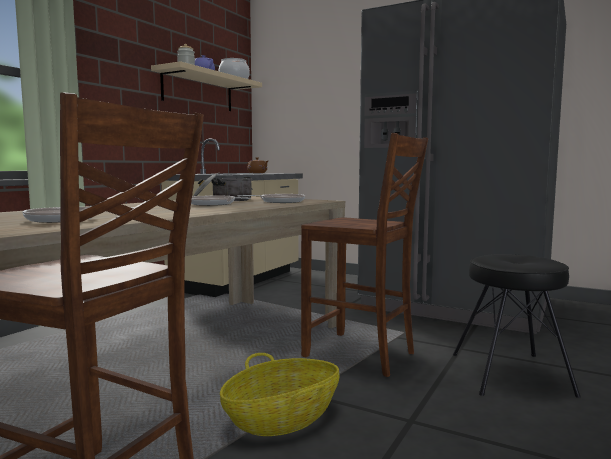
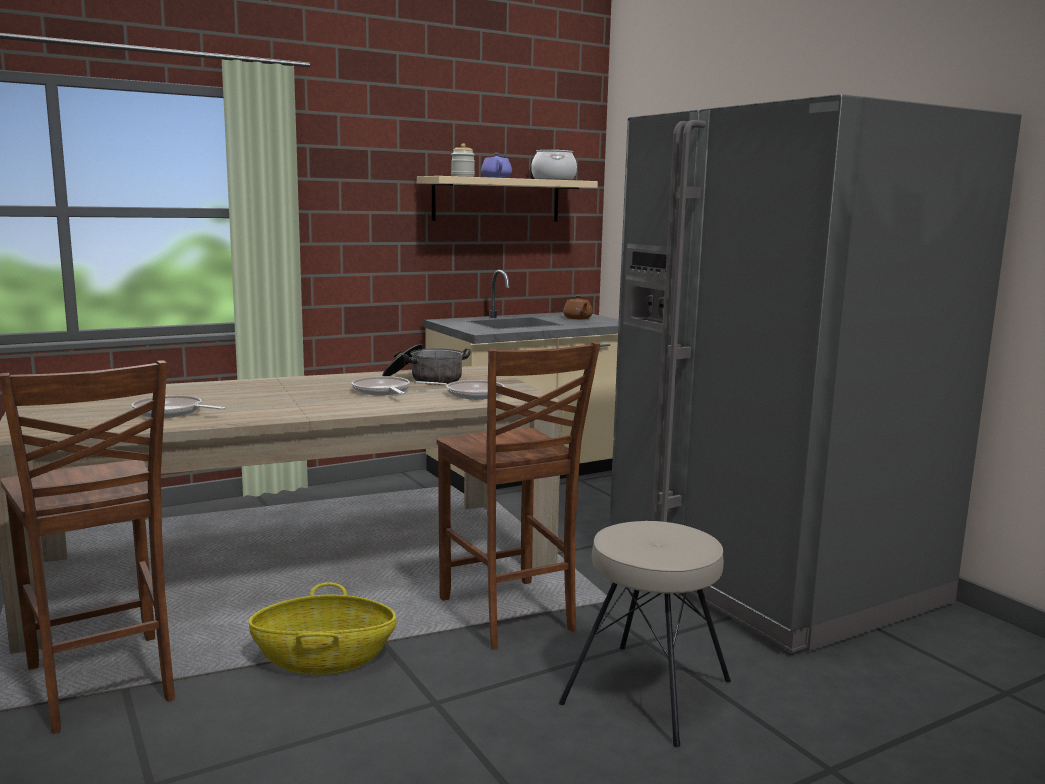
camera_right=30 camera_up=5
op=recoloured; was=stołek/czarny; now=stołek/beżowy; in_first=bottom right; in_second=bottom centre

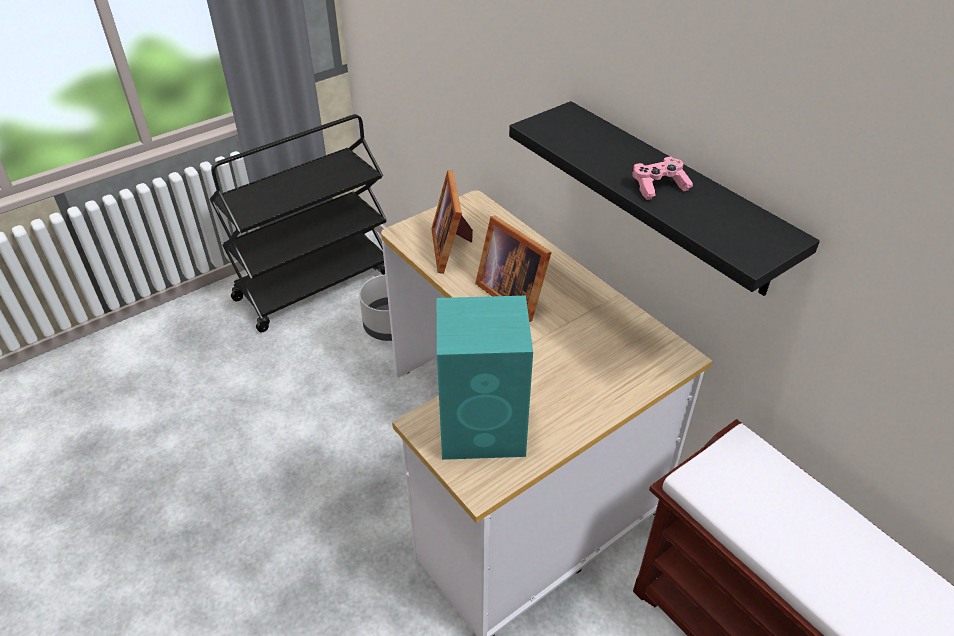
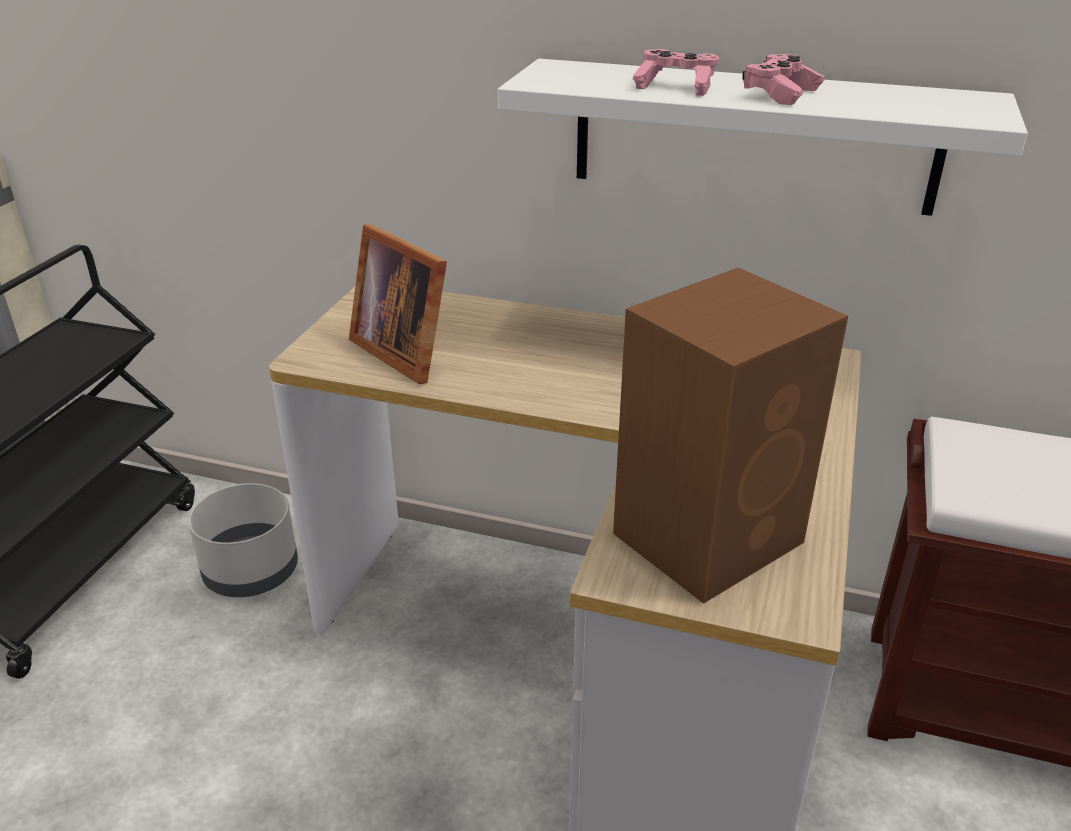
camera_right=-35 camera_up=-10
op=recoloured; was=półka/czarny; now=półka/biały; in_first=top right; in_second=top right
op=recoloured; was=głośnik/turkusowy; now=głośnik/brązowy; in_first=centre; in_second=middle right
op=added; now=pad do gier/różowy (1st from left); in_second=top centre
op=removed; was=ramka na zdjęcie (2nd from left); in_first=centre

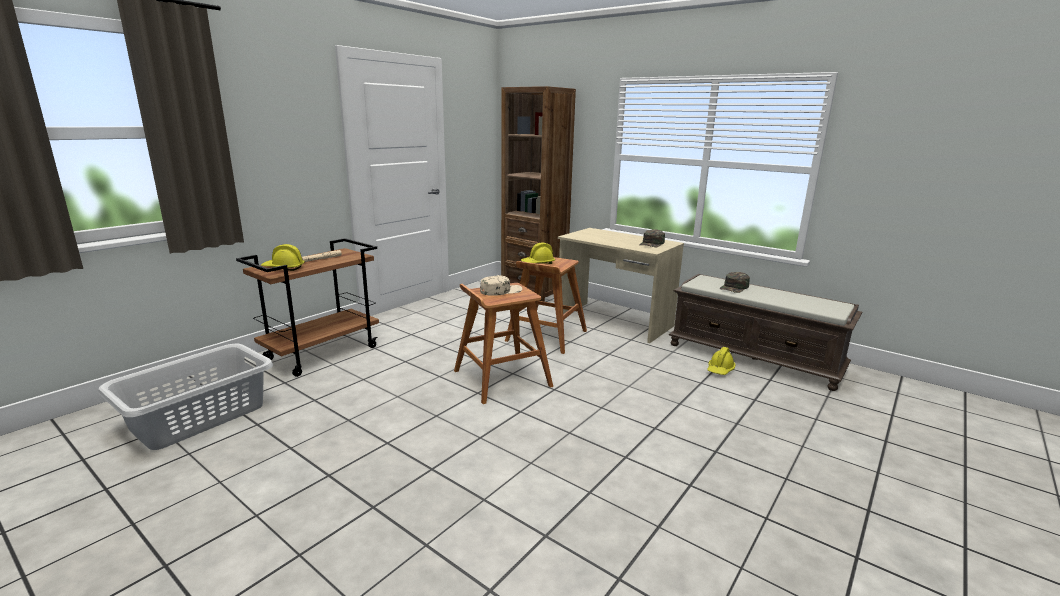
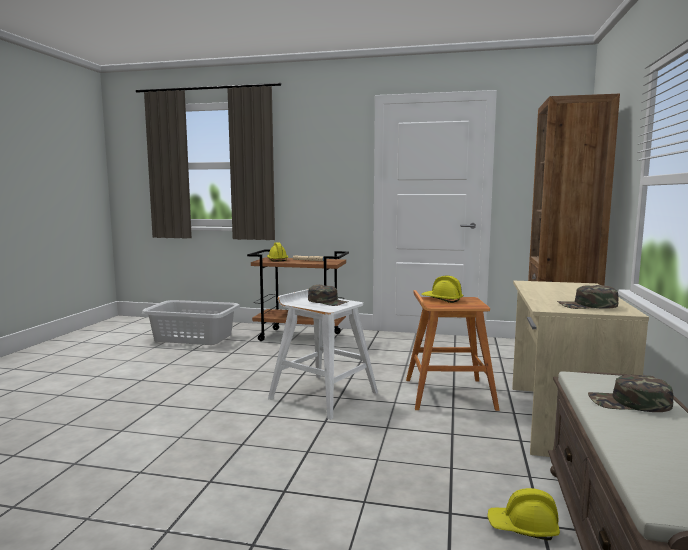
camera_right=65 camera_up=-10
op=recoloured; was=stołek/brązowy (1st from left); now=stołek/biały; in_first=centre; in_second=centre
op=recoloured; was=czapka z daszkiem/beżowy; now=czapka z daszkiem/zielony (1st from left); in_first=centre; in_second=centre

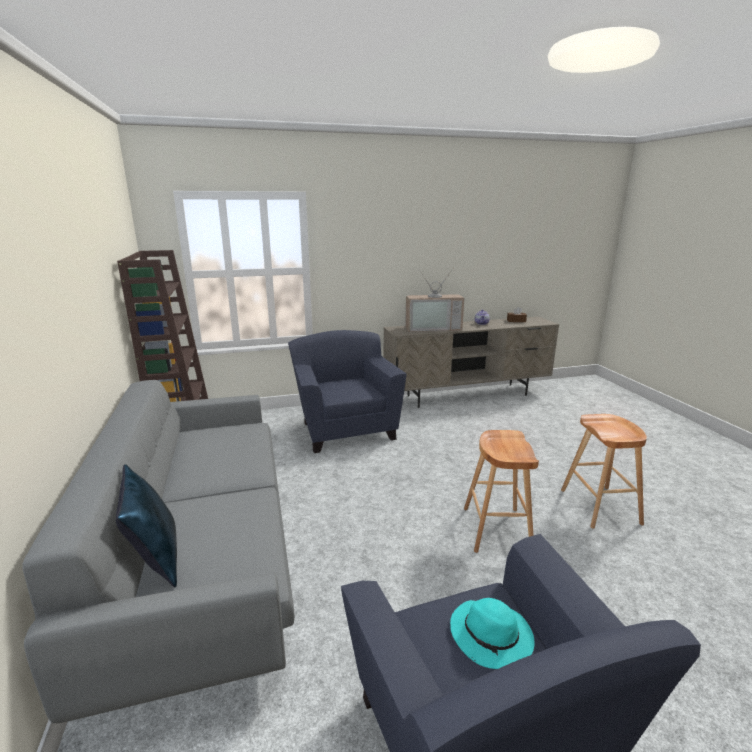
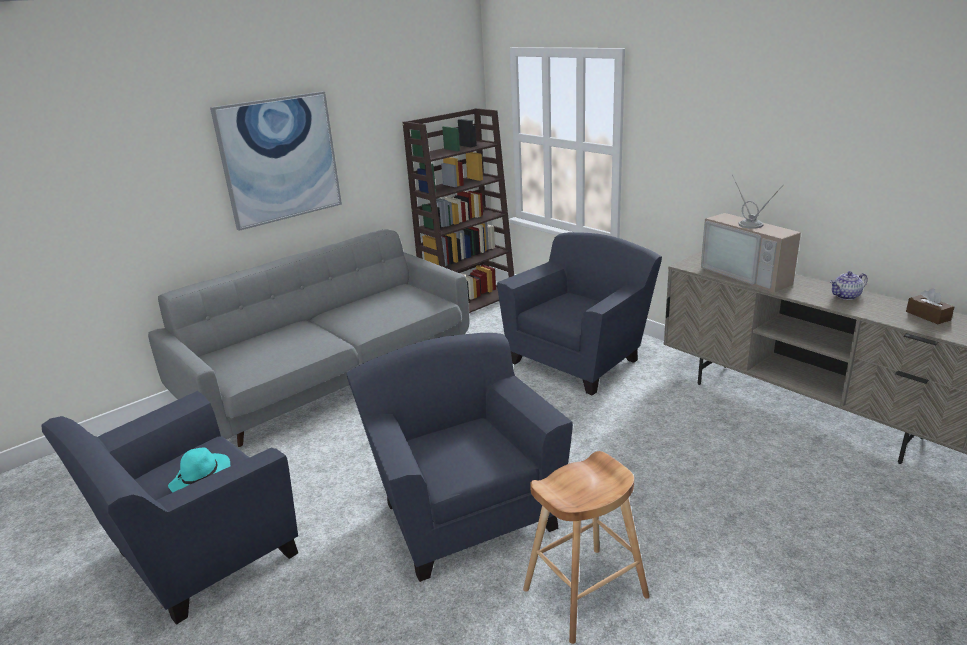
camera_right=65 camera_up=5
op=added; now=obraz; in_second=top left
op=replaced; was=stołek/brązowy (1st from left); now=fotel/niebieski (2nd from left); in_first=centre; in_second=bottom centre
op=removed; was=poduszka/niebieski; in_first=bottom left

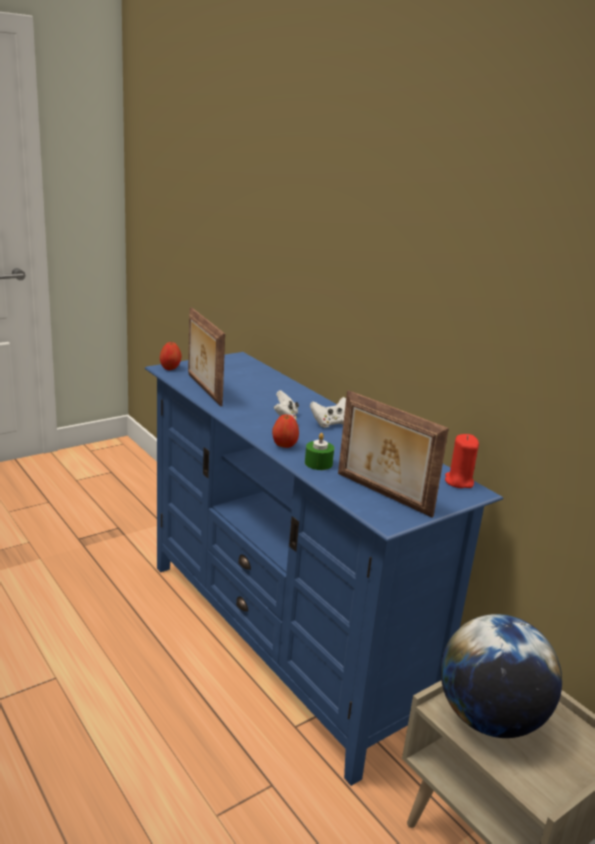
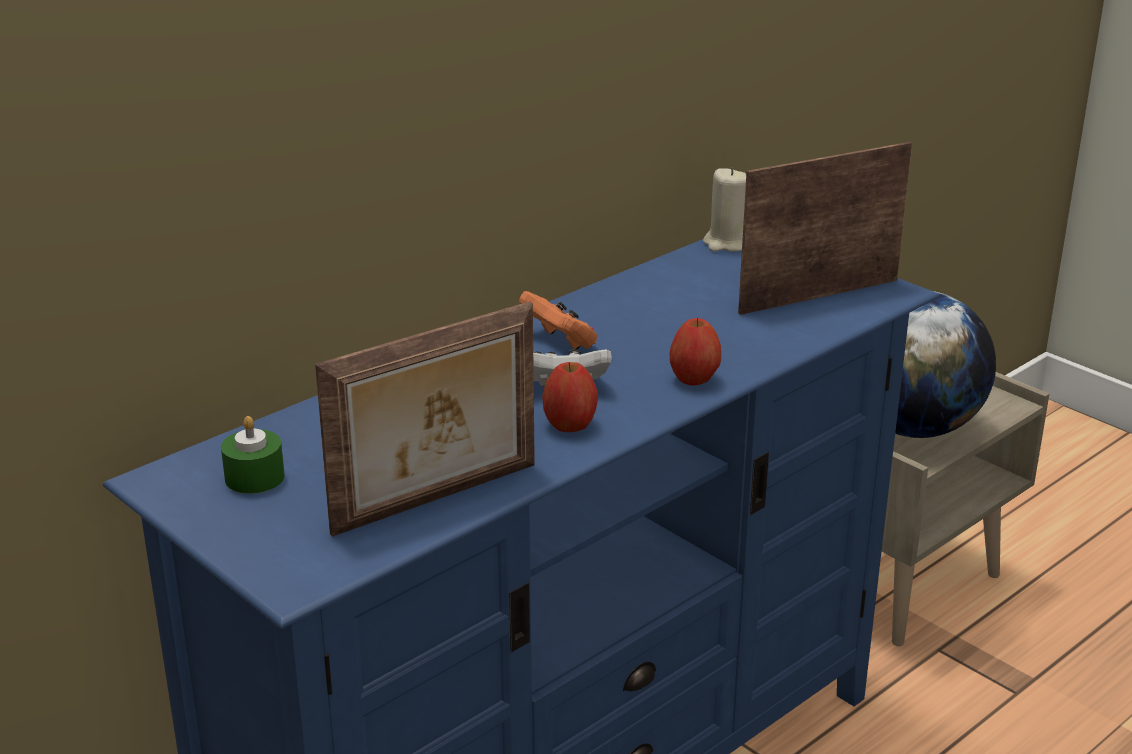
camera_right=-95 camera_up=5
op=moved; was=świeca/zielony; in_first=centre; in_second=middle left
op=recoloured; was=pad do gier/biały (2nd from left); now=pad do gier/pomarańczowy; in_first=centre; in_second=centre
op=moved; was=jabłko (1st from left); in_first=middle left; in_second=centre
op=recoloured; was=świeca/czerwony; now=świeca/beżowy; in_first=middle right; in_second=top centre
op=turned; was=ramka na zdjęcie (2nd from left); in_first=centre; in_second=top right; clockwise=-150

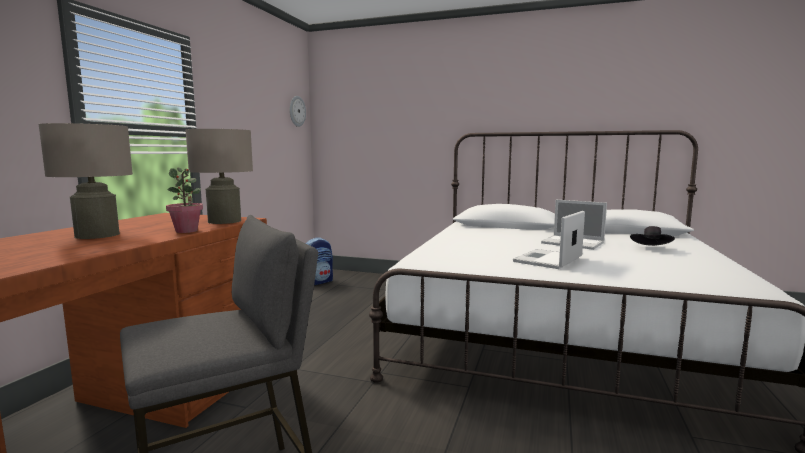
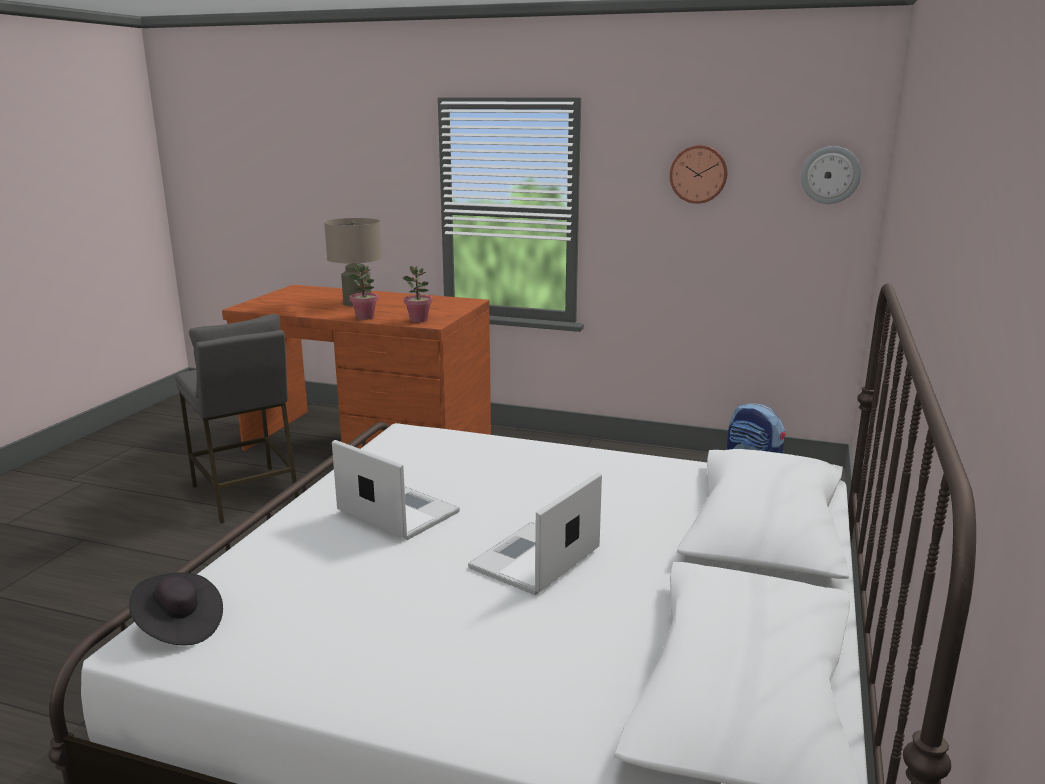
camera_right=90 camera_up=10
op=moved; was=kapelusz/czarny; in_first=middle right; in_second=bottom left
op=replaced; was=lampa stołowa/beżowy (2nd from left); now=roślina doniczkowa (2nd from left); in_first=middle left; in_second=centre
op=added; now=zegar ścienny (1st from left); in_second=top right

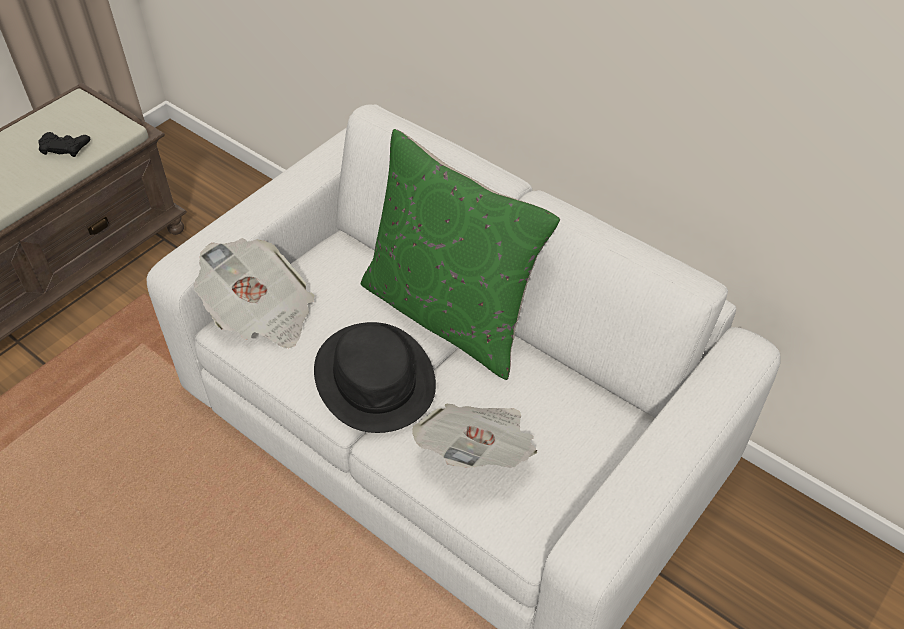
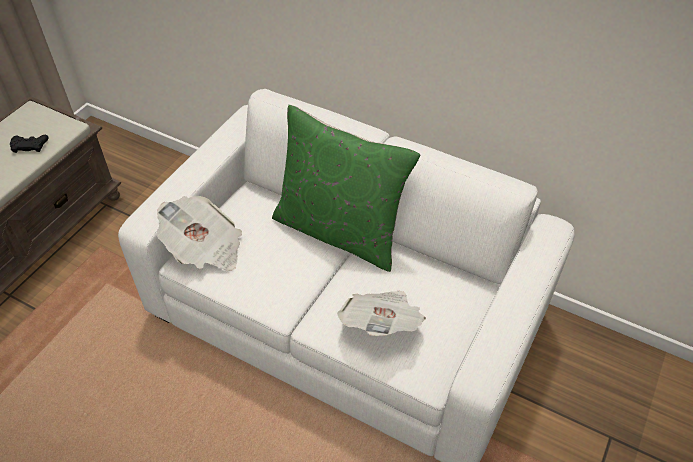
camera_right=-10 camera_up=0
op=removed; was=kapelusz/czarny; in_first=centre

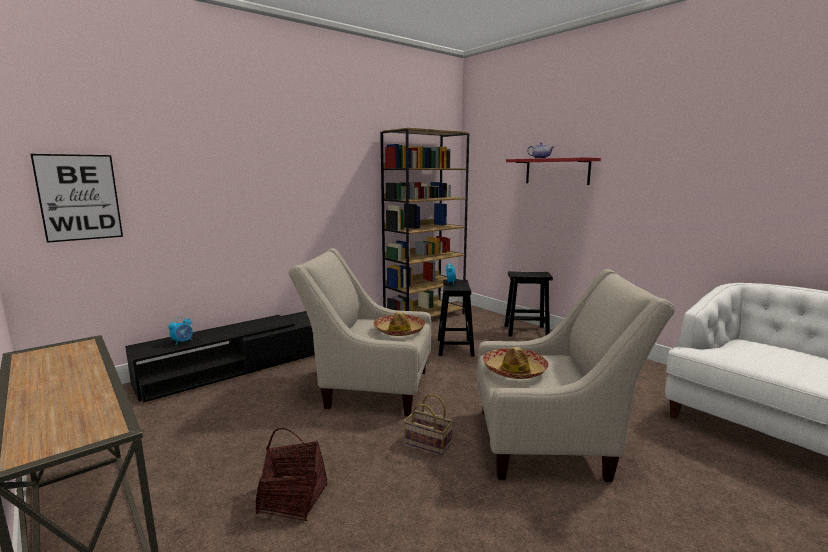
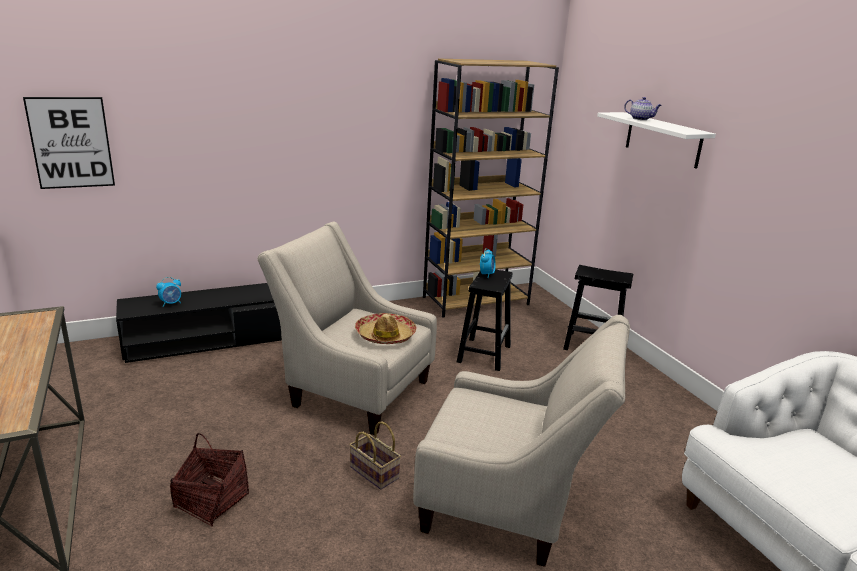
camera_right=15 camera_up=10
op=recoloured; was=półka/czerwony; now=półka/biały; in_first=top right; in_second=top right
op=removed; was=kapelusz (2nd from left); in_first=centre

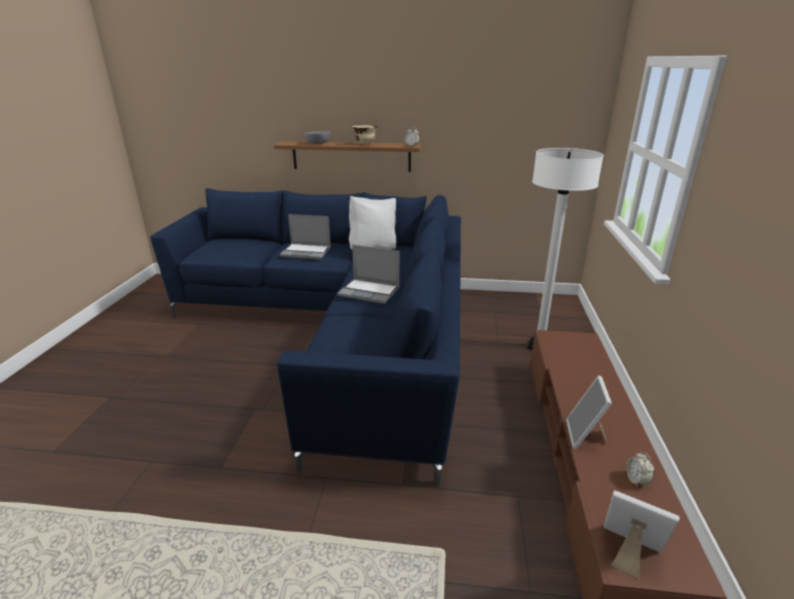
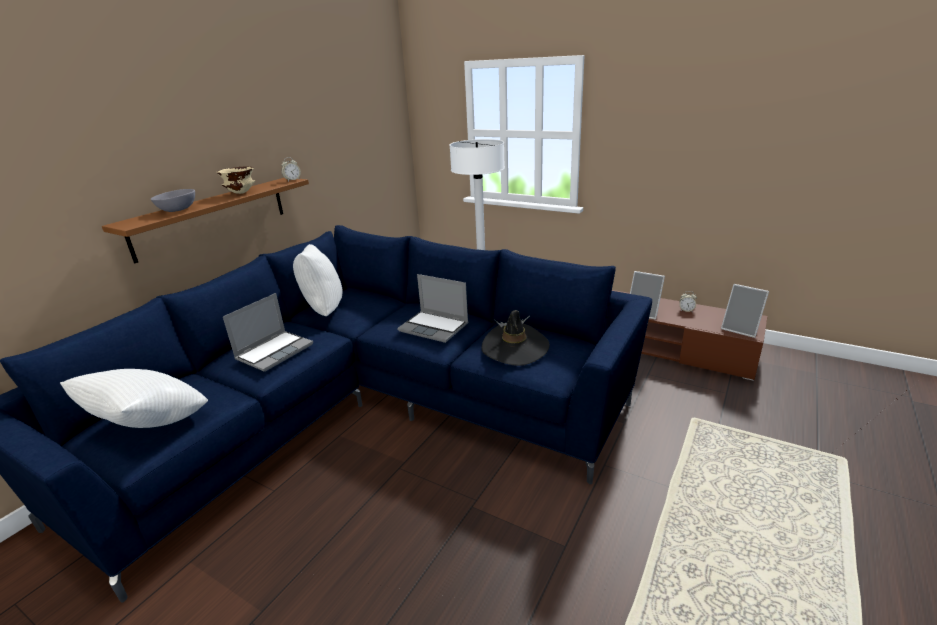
camera_right=-65 camera_up=0
op=added; now=poduszka/biały (1st from left); in_second=middle left
op=turned; was=laptop (2nd from left); in_first=centre; in_second=centre; clockwise=75
op=added; now=kapelusz/czarny; in_second=centre
op=turned; was=ramka na zdjęcie (2nd from left); in_first=bottom right; in_second=middle right; clockwise=-105

